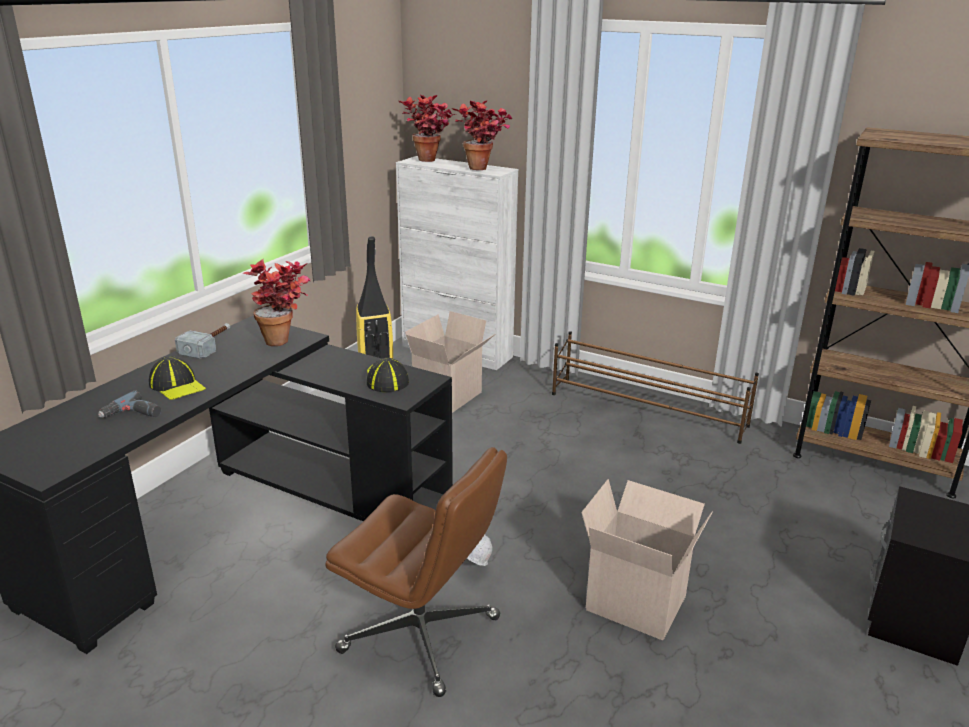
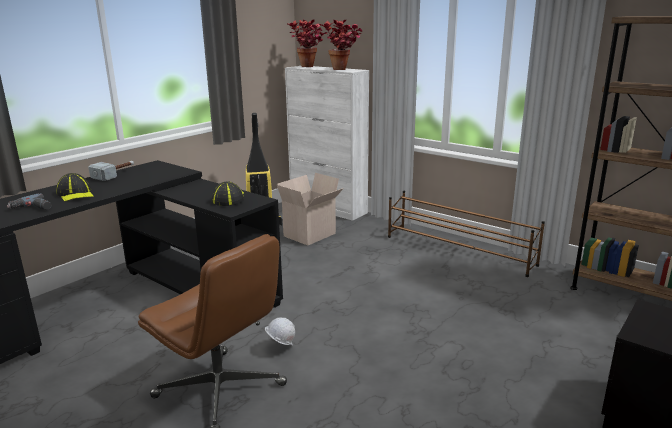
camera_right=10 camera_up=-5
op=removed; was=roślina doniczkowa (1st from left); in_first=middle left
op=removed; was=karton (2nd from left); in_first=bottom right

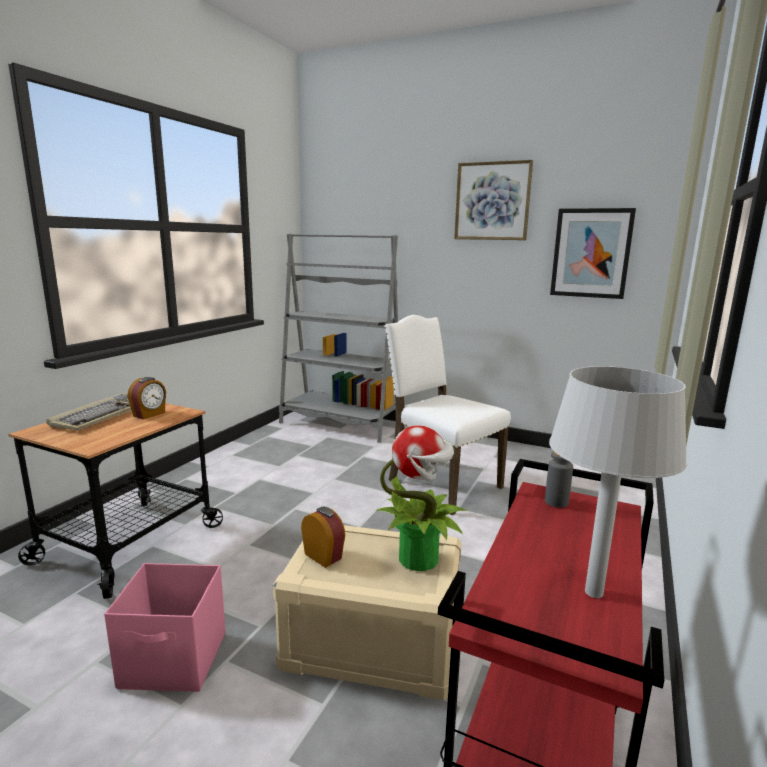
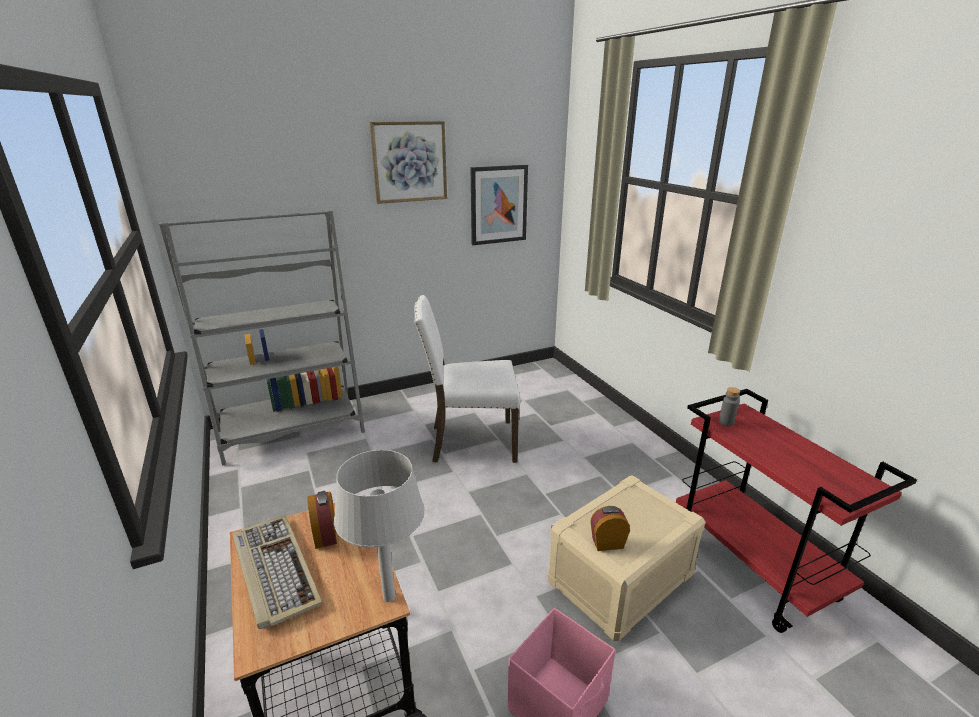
camera_right=-50 camera_up=10
op=moved; was=lampa stołowa/szary; in_first=middle right; in_second=bottom centre
op=removed; was=roślina doniczkowa; in_first=centre

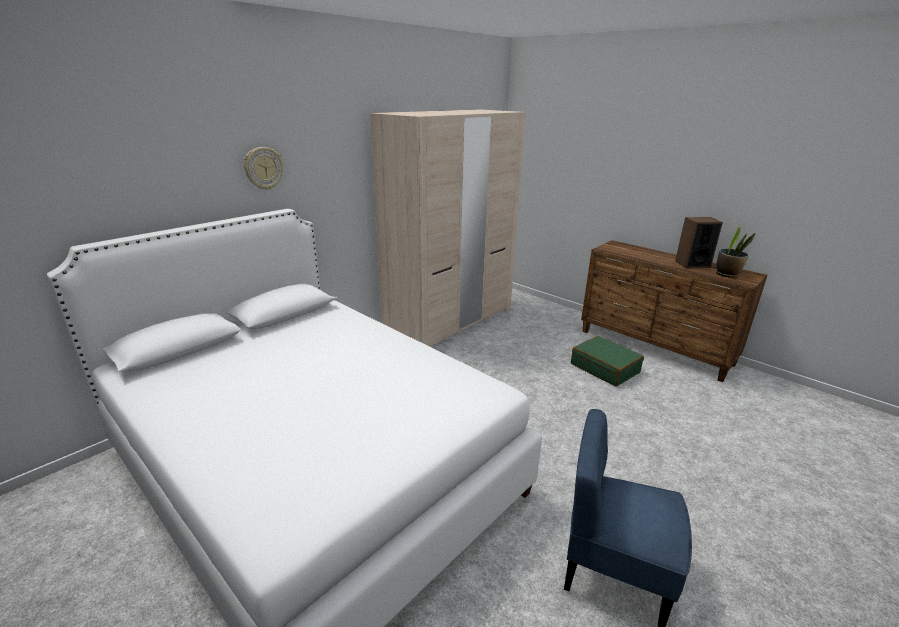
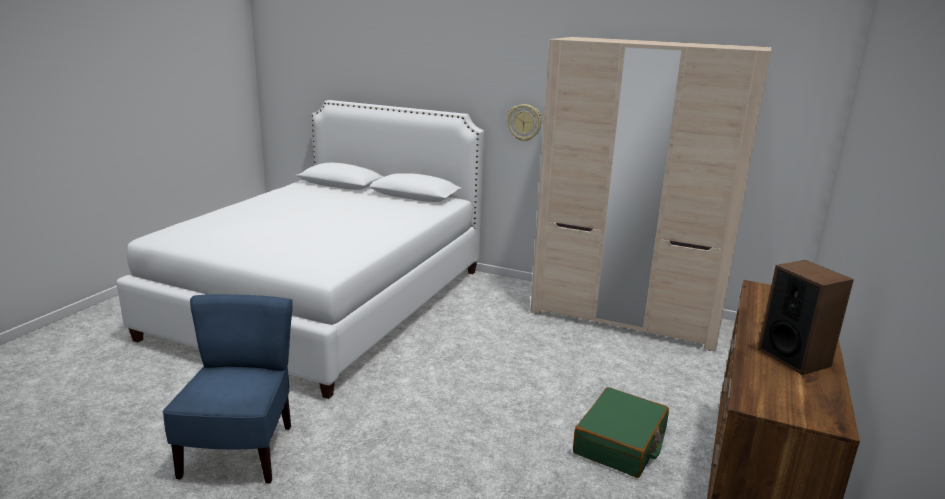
camera_right=70 camera_up=-5
op=moved; was=zegar ścienny; in_first=top left; in_second=top centre
op=removed; was=roślina doniczkowa; in_first=middle right

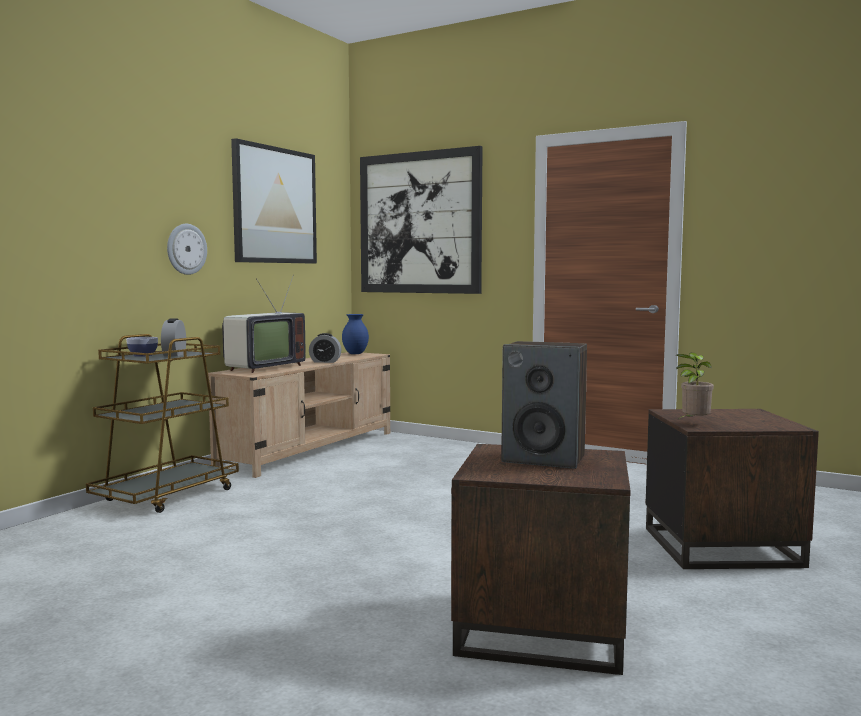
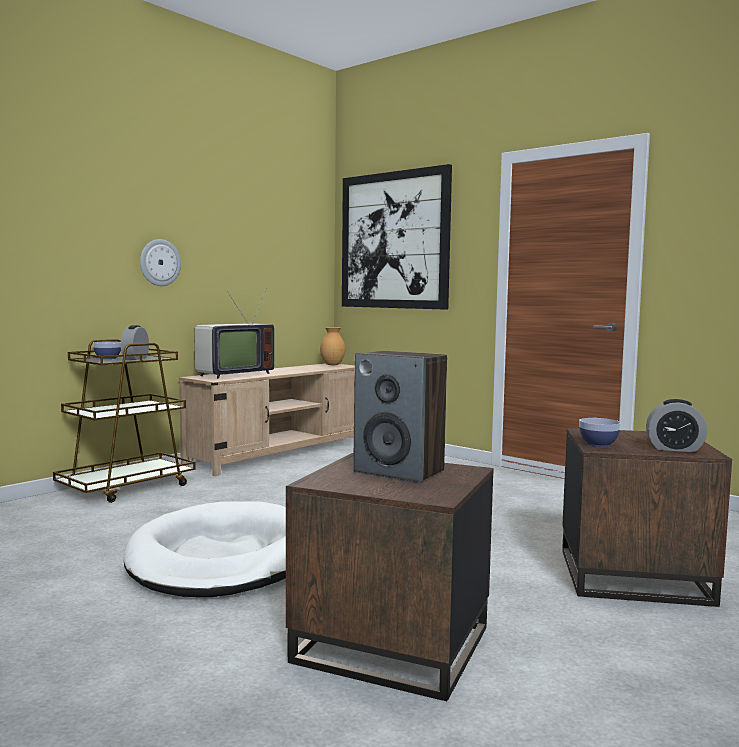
camera_right=10 camera_up=0
op=added; now=legowisko/biały; in_second=bottom left
op=recoloured; was=wazon/niebieski; now=wazon/brązowy; in_first=centre; in_second=centre
op=replaced; was=roślina doniczkowa; now=miska (2nd from left); in_first=middle right; in_second=middle right
op=moved; was=budzik (2nd from left); in_first=centre; in_second=middle right
op=removed; was=obraz (1st from left); in_first=top left

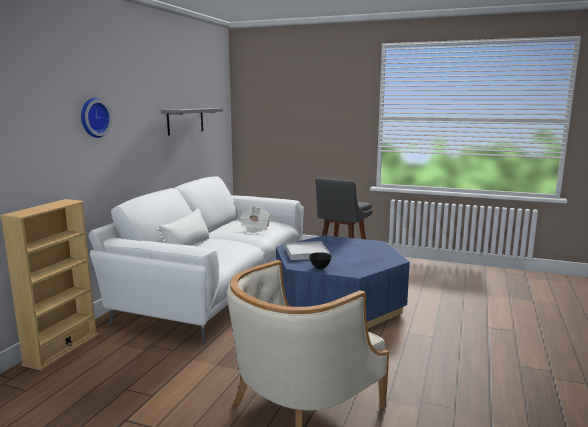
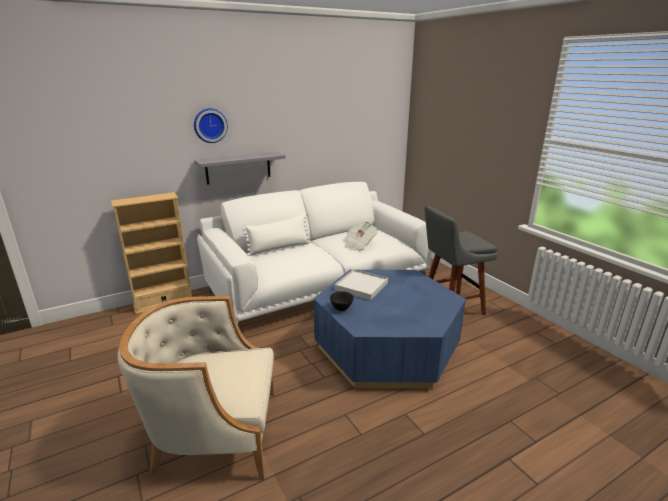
camera_right=40 camera_up=10
op=moved; was=półka/szary; in_first=top left; in_second=centre

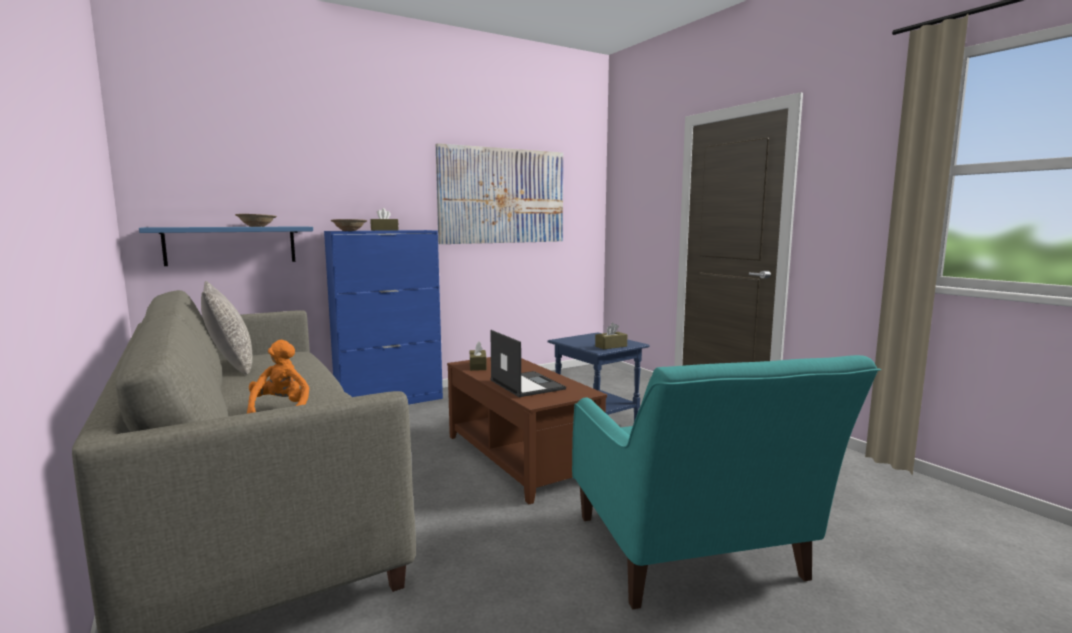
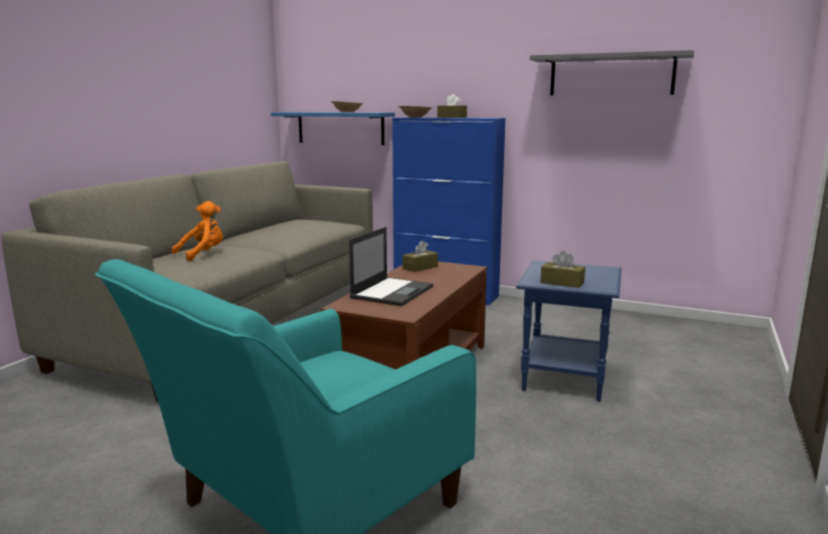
camera_right=55 camera_up=5
op=replaced; was=obraz; now=półka/szary; in_first=top centre; in_second=top right
op=removed; was=poduszka/szary; in_first=middle left

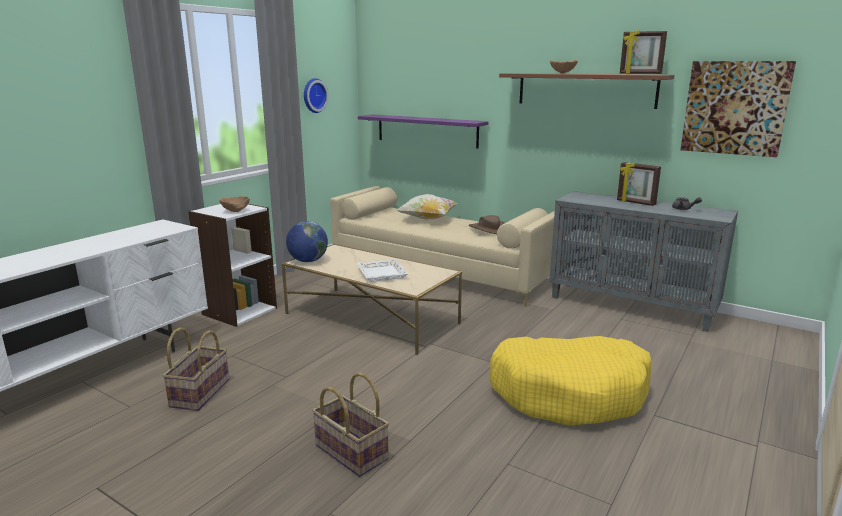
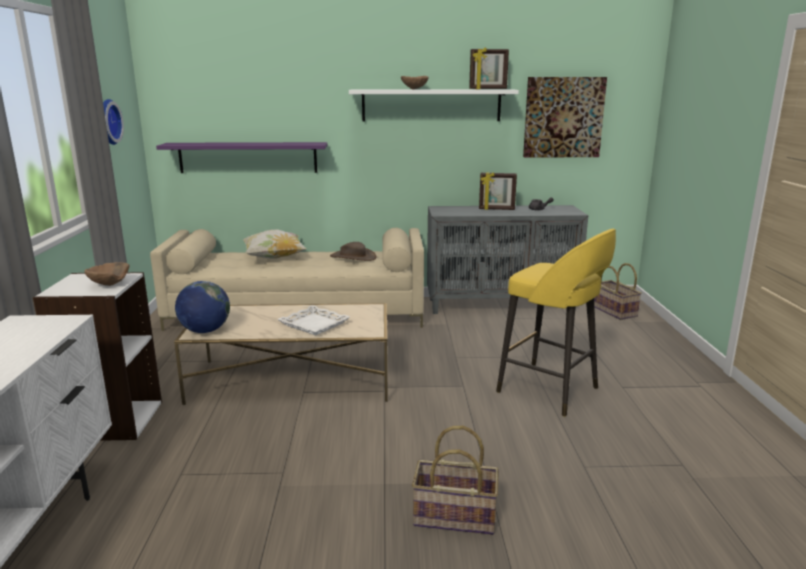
camera_right=-35 camera_up=0
op=recoloured; was=półka/brązowy; now=półka/biały; in_first=top right; in_second=top centre
op=replaced; was=legowisko/żółty; now=stołek/żółty; in_first=bottom right; in_second=middle right
op=moved; was=koszyk (1st from left in the first image); now=koszyk (2nd from left); in_first=bottom left; in_second=middle right

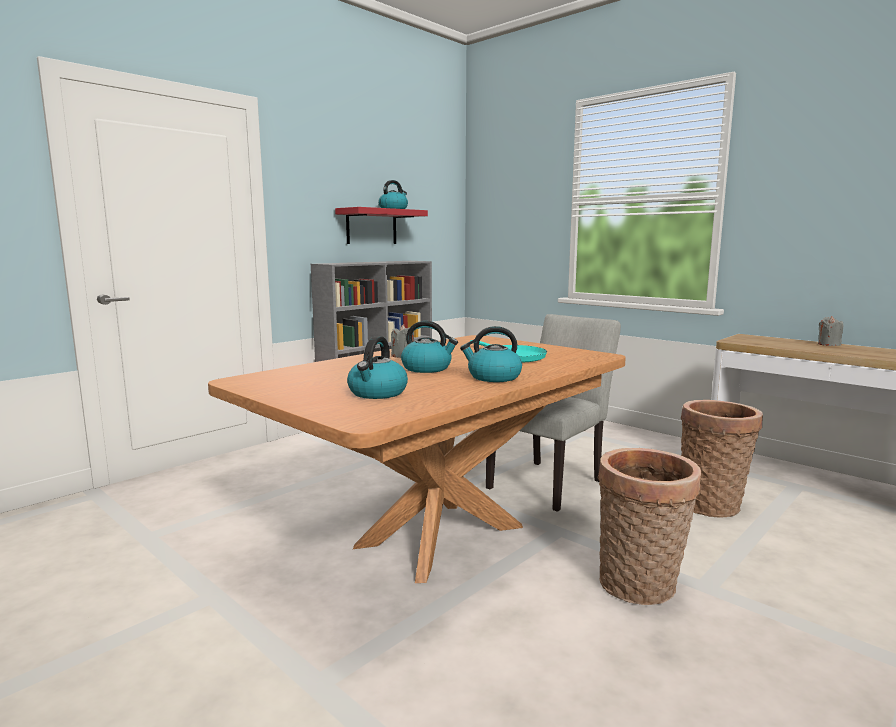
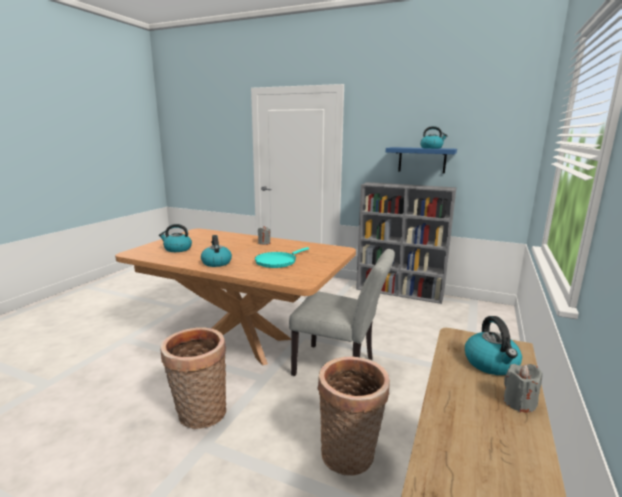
camera_right=70 camera_up=5
op=recoloured; was=półka/czerwony; now=półka/niebieski; in_first=top centre; in_second=top right
op=moved; was=czajnik (3rd from left in the first image); now=czajnik (4th from left); in_first=centre; in_second=bottom right

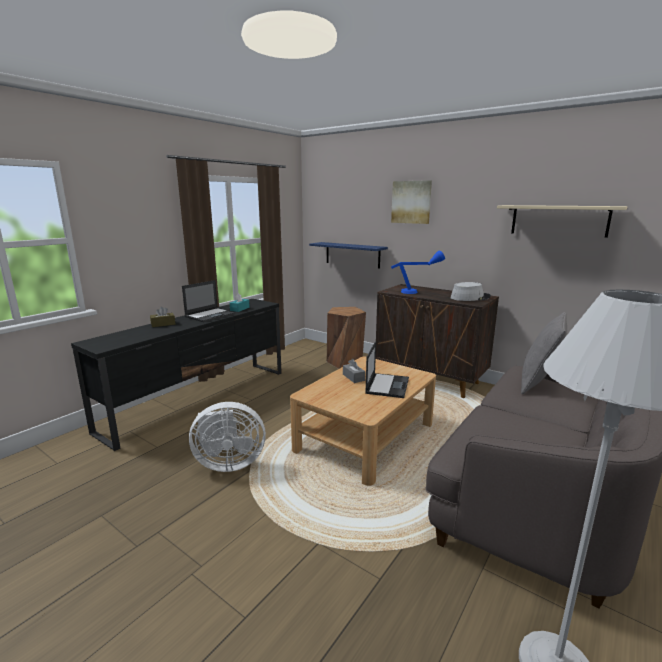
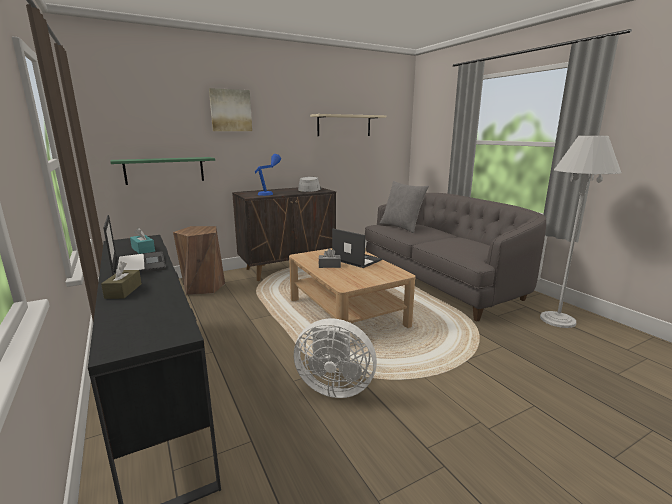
camera_right=-65 camera_up=0
op=recoloured; was=półka/niebieski; now=półka/zielony; in_first=centre; in_second=middle left
op=turned; was=wentylator/biały; in_first=centre; in_second=bottom centre; clockwise=90

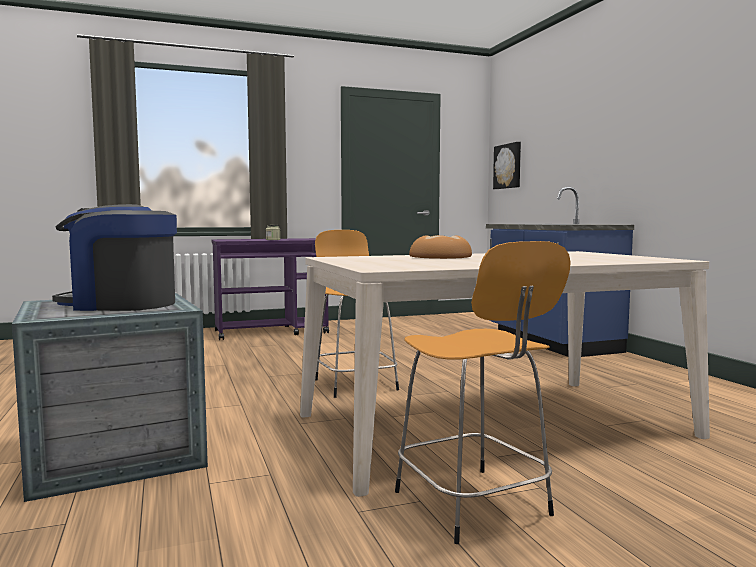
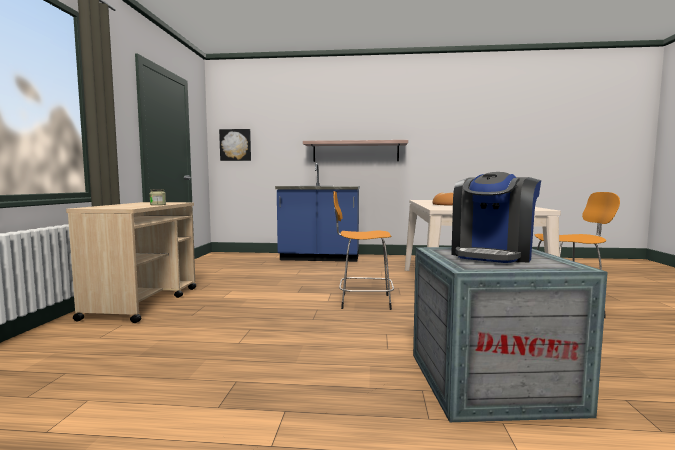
camera_right=-65 camera_up=0
op=recoloured; was=wózek/fioletowy; now=wózek/beżowy; in_first=centre; in_second=middle left
op=added; now=półka; in_second=centre

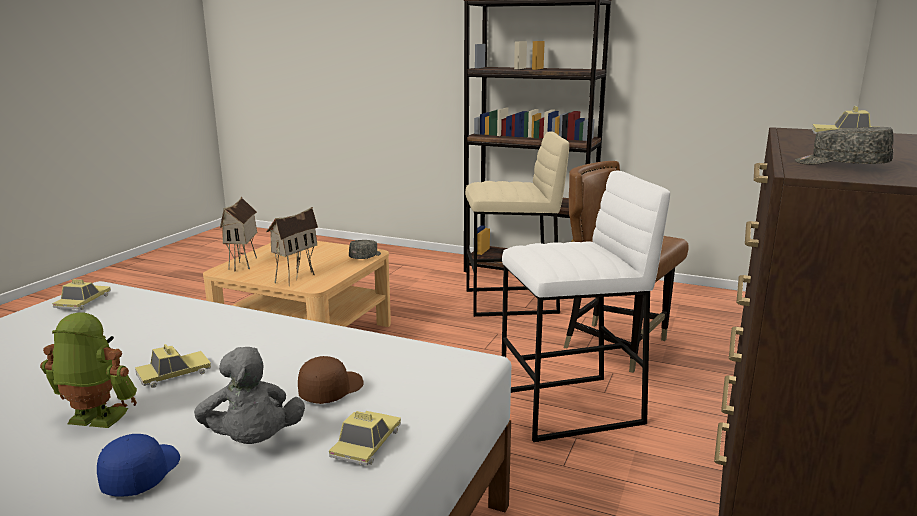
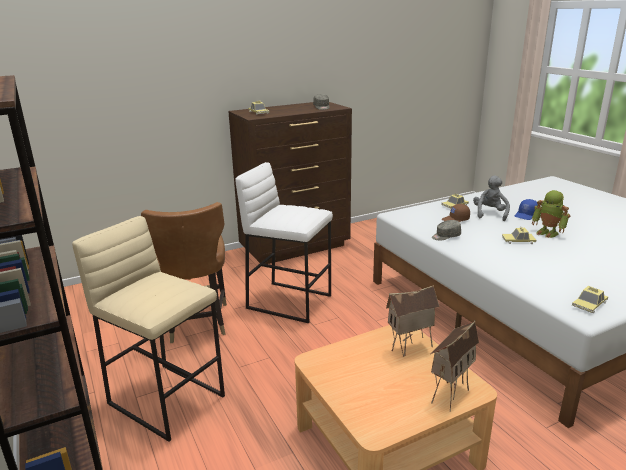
camera_right=-140 camera_up=5
op=moved; was=czapka z daszkiem/szary (1st from left in the first image); now=czapka z daszkiem/szary (2nd from left); in_first=centre; in_second=middle right

